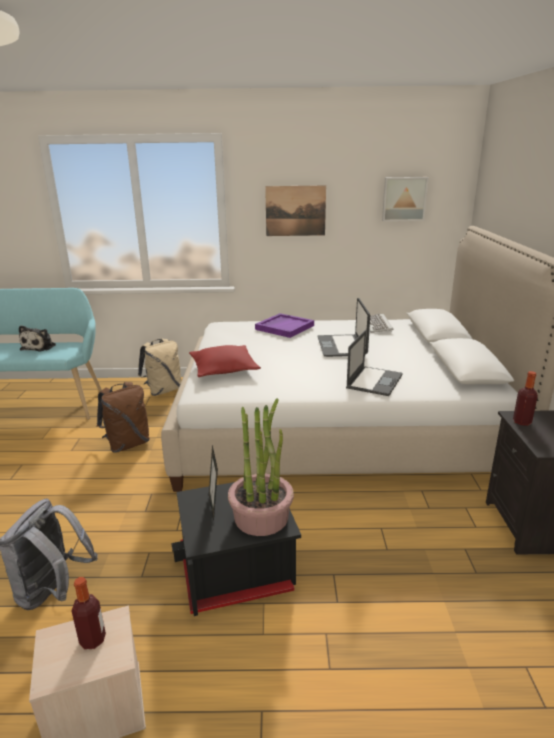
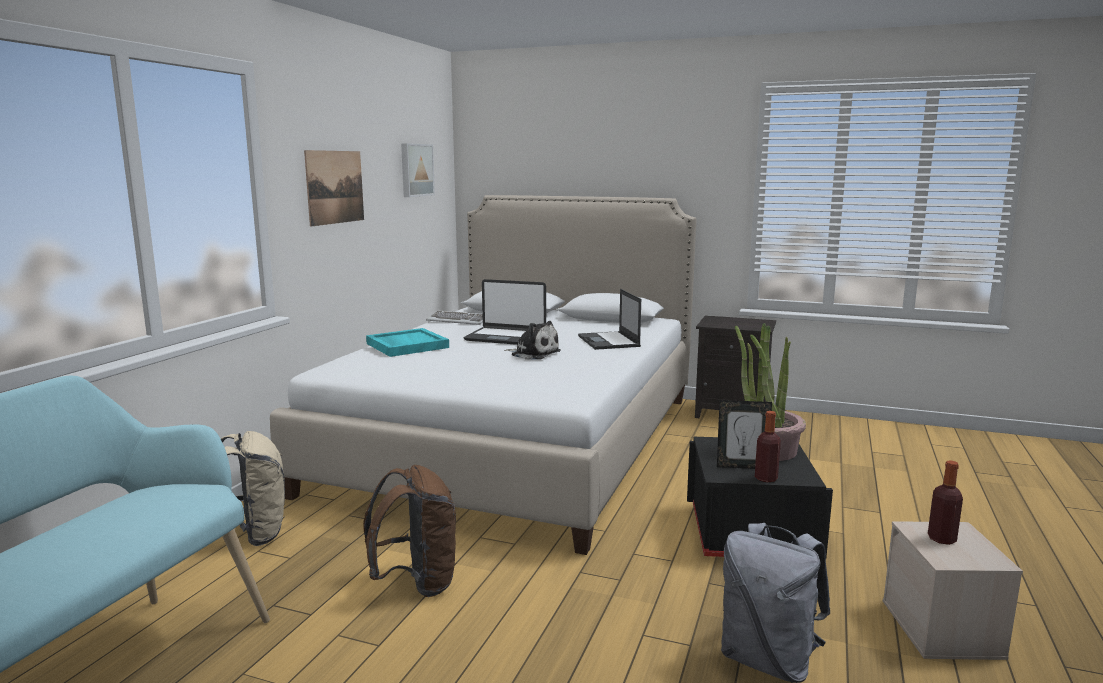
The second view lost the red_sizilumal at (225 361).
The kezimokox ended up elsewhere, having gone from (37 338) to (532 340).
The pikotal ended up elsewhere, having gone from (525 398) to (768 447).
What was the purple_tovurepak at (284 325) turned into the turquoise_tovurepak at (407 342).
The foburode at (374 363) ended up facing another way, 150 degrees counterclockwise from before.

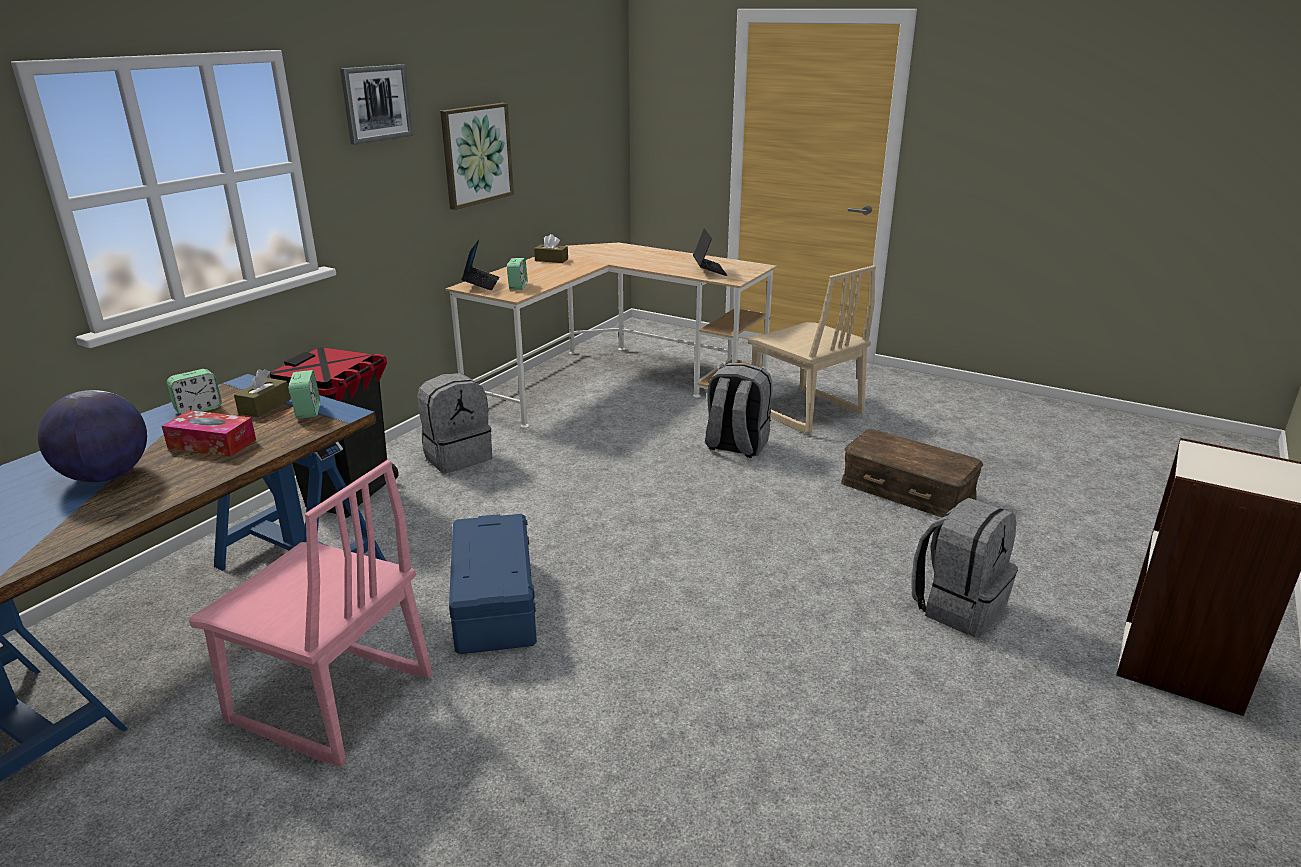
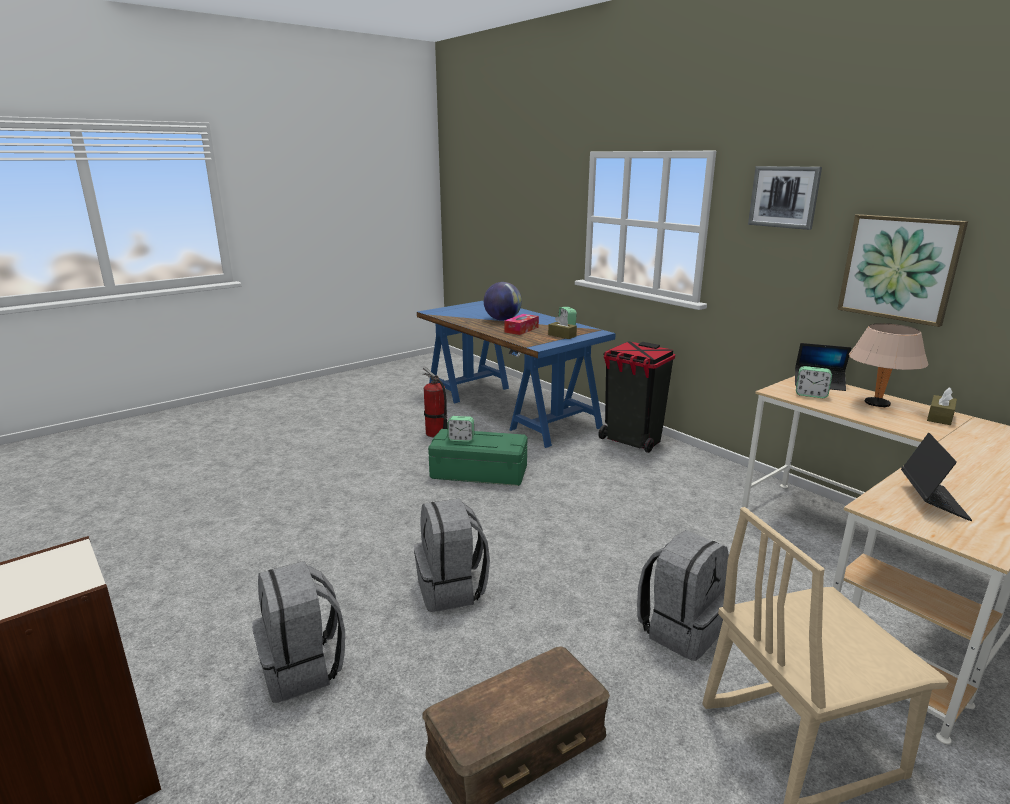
The second view gained the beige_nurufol at (888 365).
The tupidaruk ended up elsewhere, having gone from (304 394) to (460 429).
The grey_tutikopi ended up elsewhere, having gone from (454 423) to (452 555).
Where the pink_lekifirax stood at (310 613), the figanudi came to stand at (435 402).
What was the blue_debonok at (493 584) turned into the green_debonok at (477 457).
The foburode at (710 252) ended up facing another way, 90 degrees counterclockwise from before.

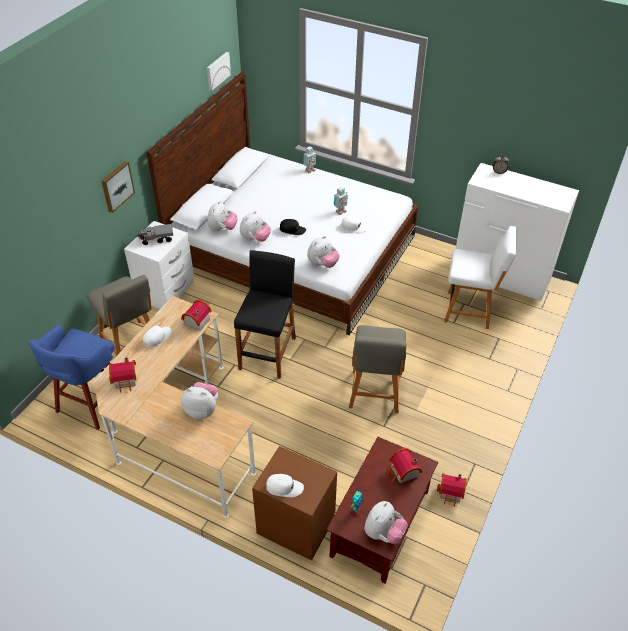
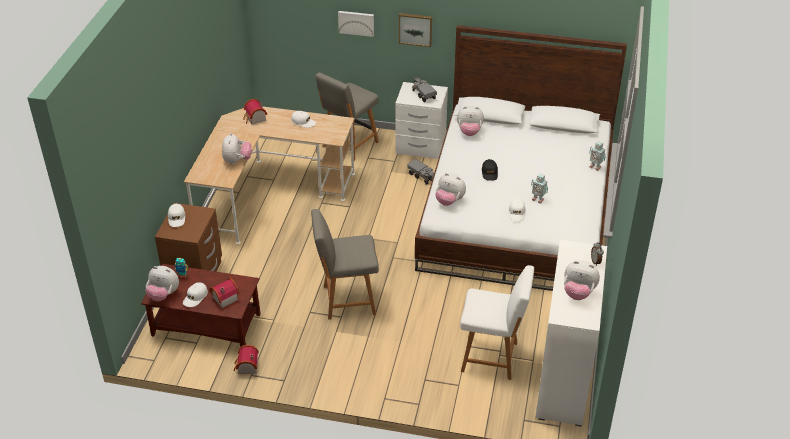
The second view lost the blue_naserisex at (72 377).
The second view lost the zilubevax at (196 315).
The second view lost the black_naserisex at (265 314).
The second view gained the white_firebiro at (195 294).
The second view gained the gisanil at (420 172).
The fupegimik ended up elsewhere, having gone from (219 71) to (356 24).
The kezimokox ended up elsewhere, having gone from (255 226) to (582 280).
The white_lekifirax at (480 277) ended up facing another way, 75 degrees counterclockwise from before.

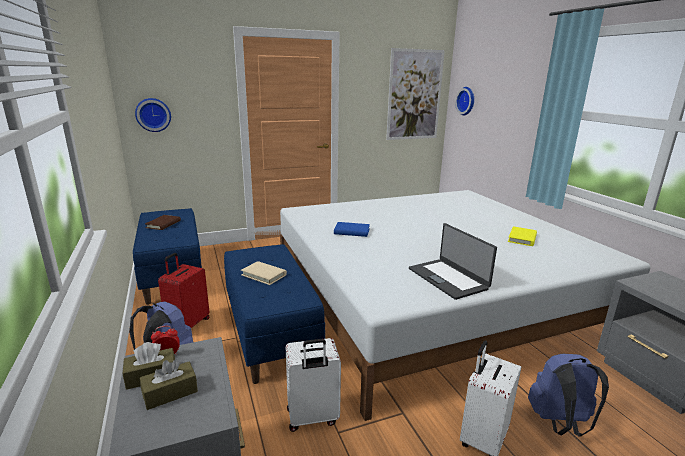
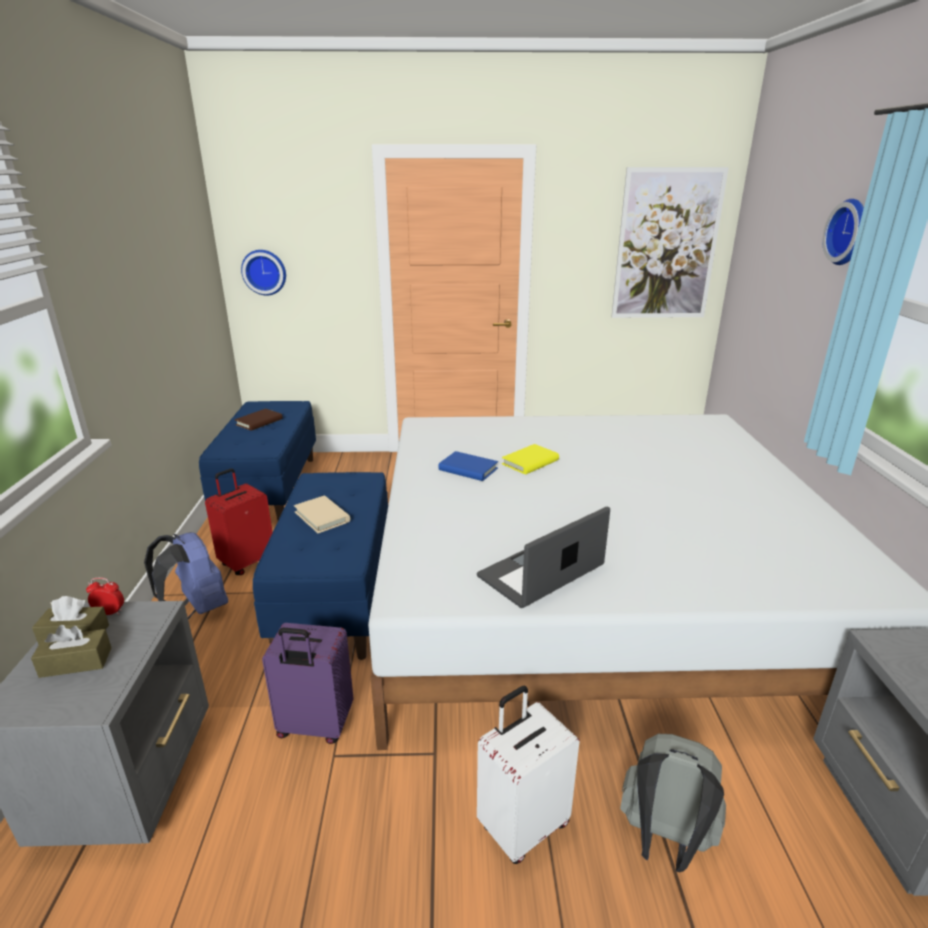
The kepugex ended up elsewhere, having gone from (464 101) to (843 232).
The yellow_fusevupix ended up elsewhere, having gone from (522 236) to (530 459).
What was the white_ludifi at (313 385) turned into the purple_ludifi at (308 683).
What was the blue_tutikopi at (568 395) turned into the grey_tutikopi at (673 803).
The foburode at (453 261) ended up facing another way, 60 degrees clockwise from before.

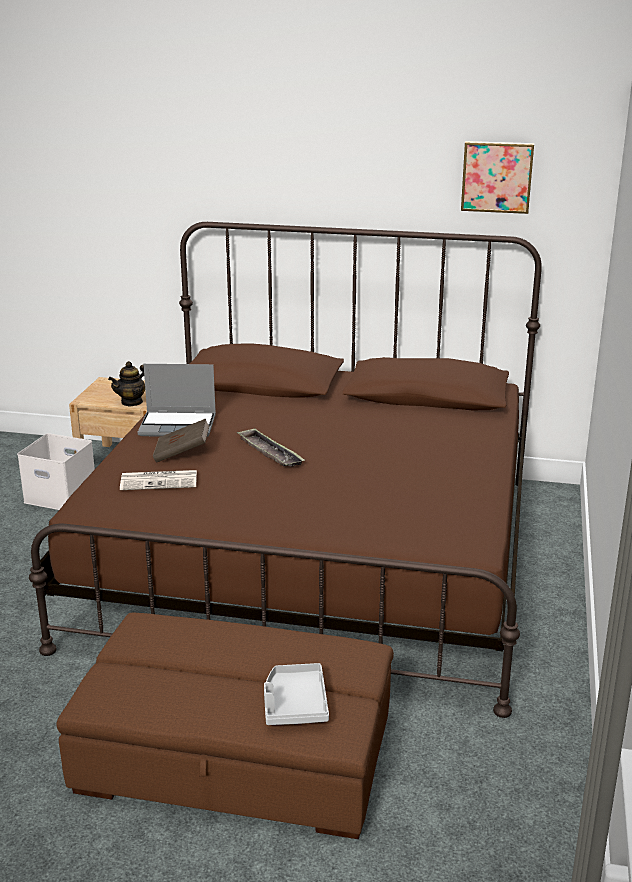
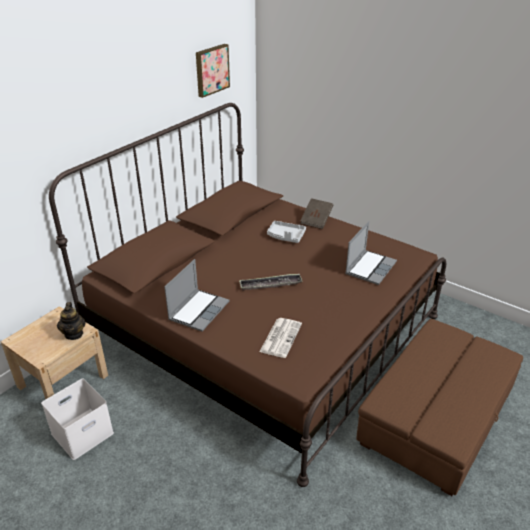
The second view gained the foburode at (371 253).
The brown_fusevupix ended up elsewhere, having gone from (181 440) to (316 213).
The grey_tovurepak ended up elsewhere, having gone from (296 694) to (286 232).

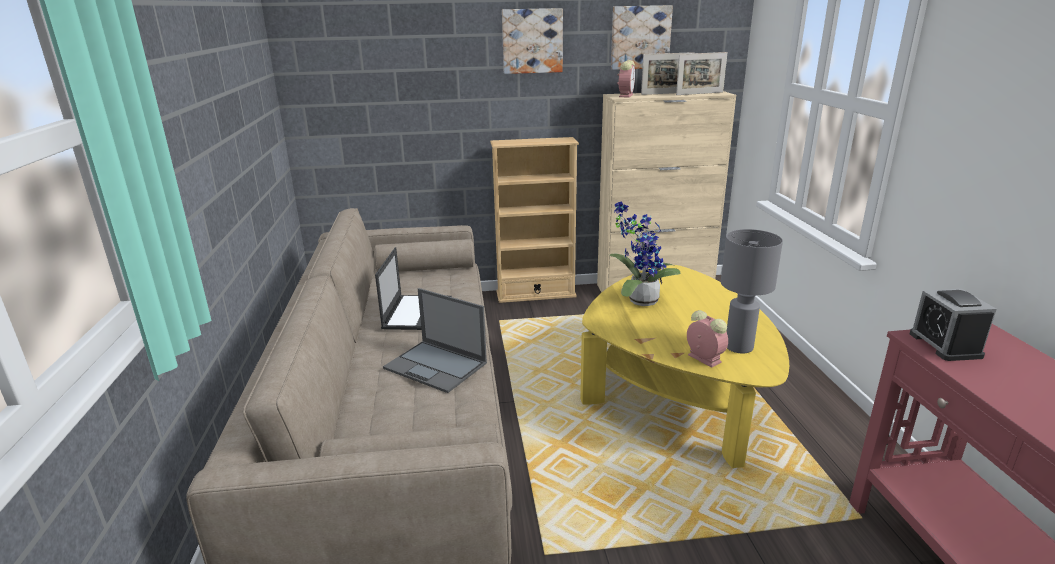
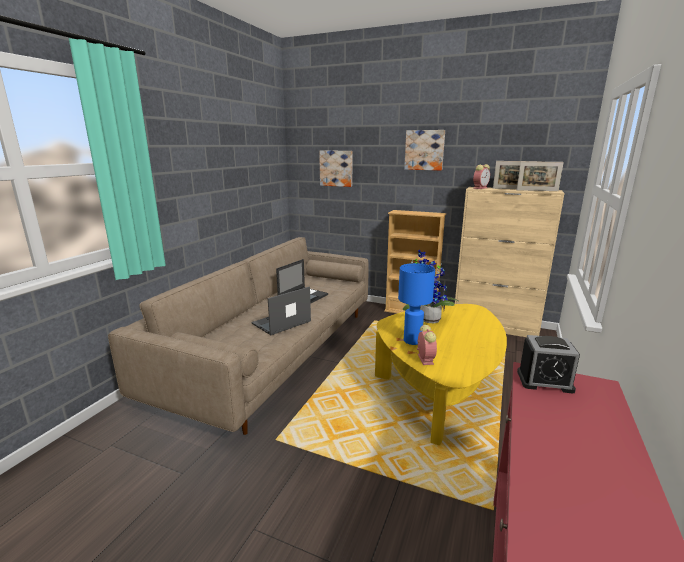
The second view lost the grey_nurufol at (752 291).
The second view gained the blue_nurufol at (416 304).
The fupegimik ended up elsewhere, having gone from (642 37) to (336 169).
The foburode at (435 340) ended up facing another way, 75 degrees clockwise from before.
The tupidaruk at (953 325) ended up facing another way, 105 degrees counterclockwise from before.

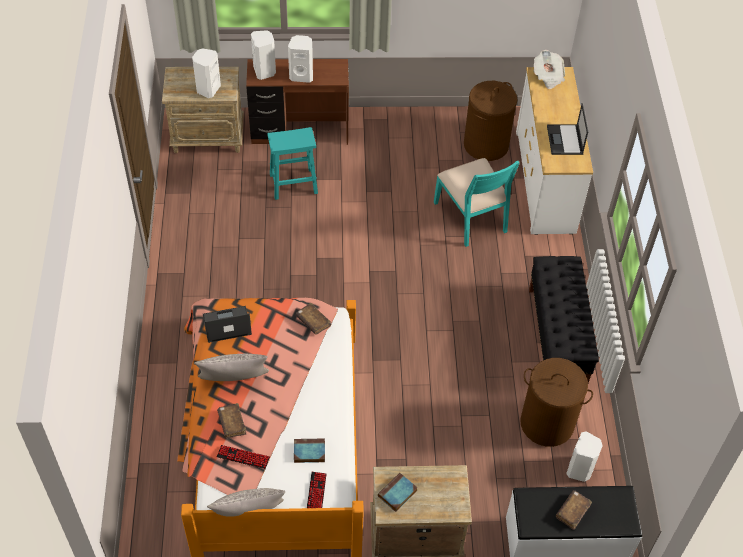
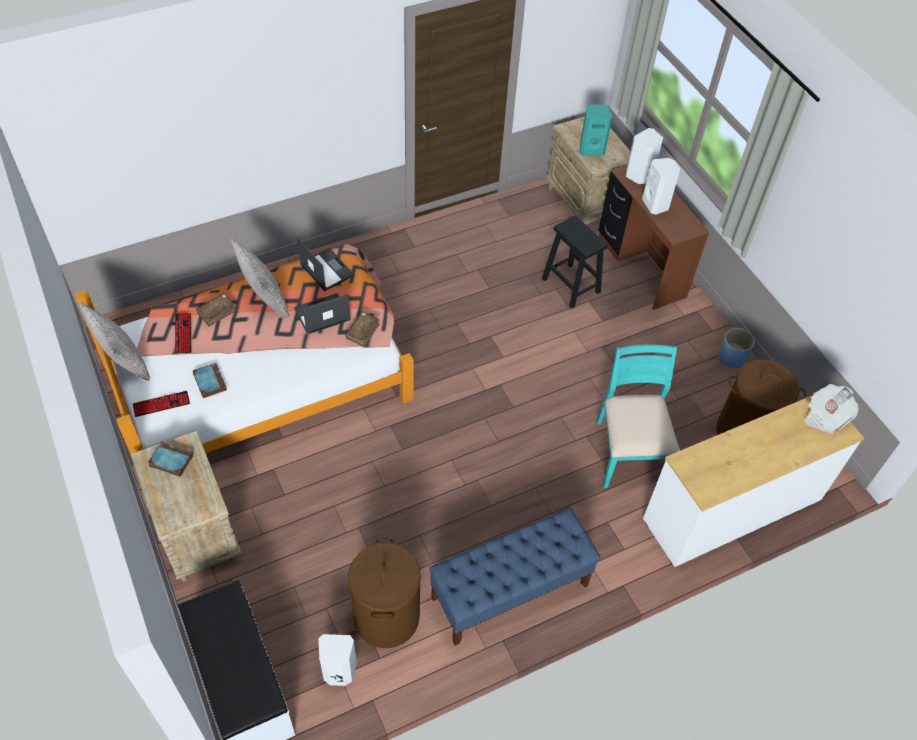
The second view lost the brown_fusevupix at (574 510).
The second view gained the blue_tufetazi at (737 348).
The foburode ended up elsewhere, having gone from (567 129) to (322 314).
What was the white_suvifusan at (206 73) turned into the turquoise_suvifusan at (596 130).
What was the turquoise_naserisex at (293 163) turned into the black_naserisex at (575 262).
What was the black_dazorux at (564 319) turned into the blue_dazorux at (515 577).
The turquoise_lekifirax at (476 202) ended up facing another way, 135 degrees clockwise from before.

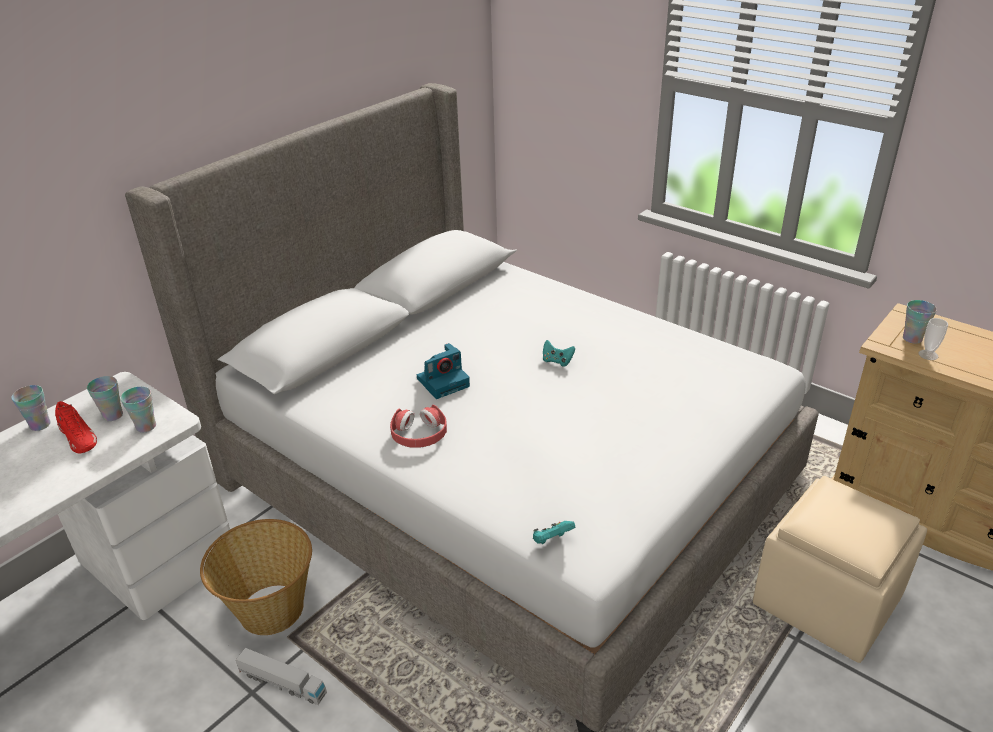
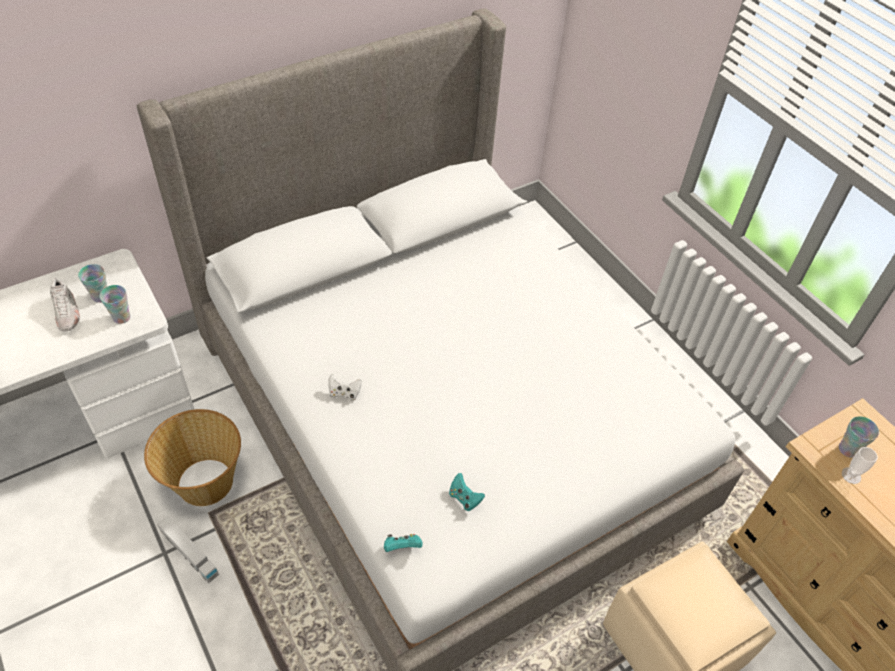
The second view lost the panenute at (31 408).
The second view lost the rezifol at (443 371).
The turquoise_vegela ended up elsewhere, having gone from (559 353) to (467 492).
Where the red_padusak stood at (418 426), the white_vegela came to stand at (345 387).
What was the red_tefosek at (76 427) turned into the white_tefosek at (65 305).

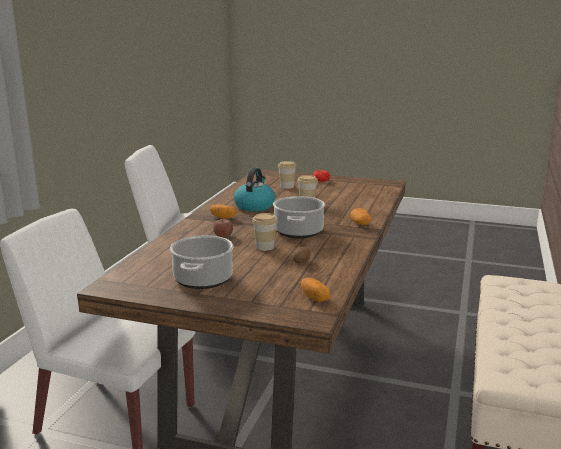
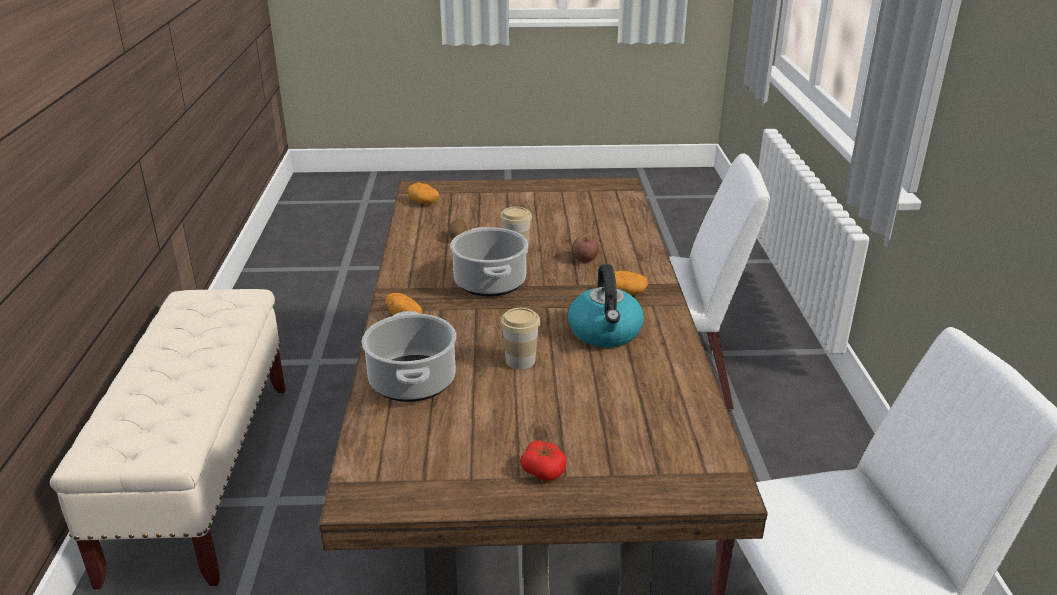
The second view lost the panenute at (287 175).
The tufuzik ended up elsewhere, having gone from (202 262) to (409 356).

